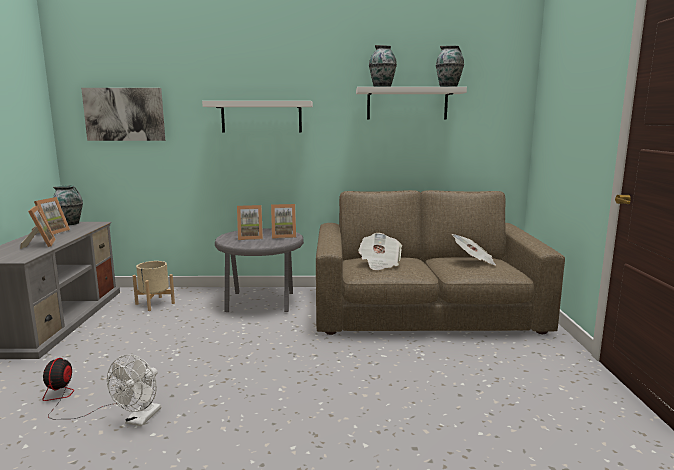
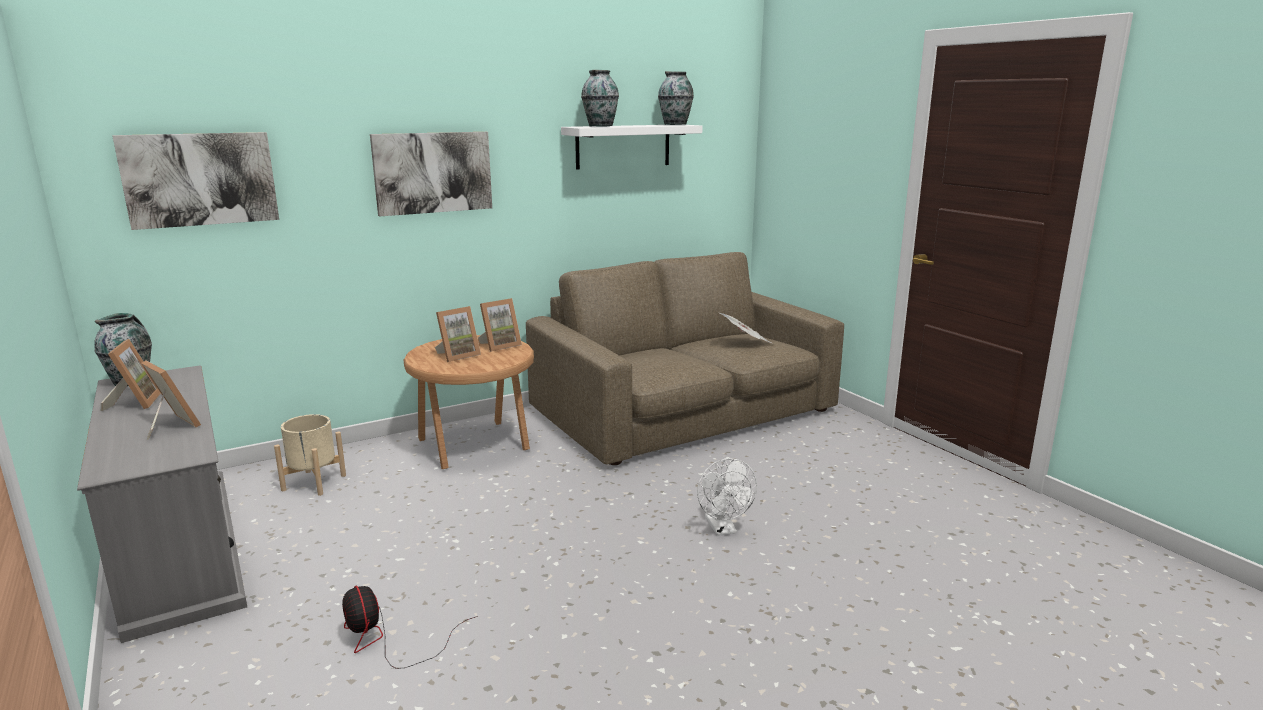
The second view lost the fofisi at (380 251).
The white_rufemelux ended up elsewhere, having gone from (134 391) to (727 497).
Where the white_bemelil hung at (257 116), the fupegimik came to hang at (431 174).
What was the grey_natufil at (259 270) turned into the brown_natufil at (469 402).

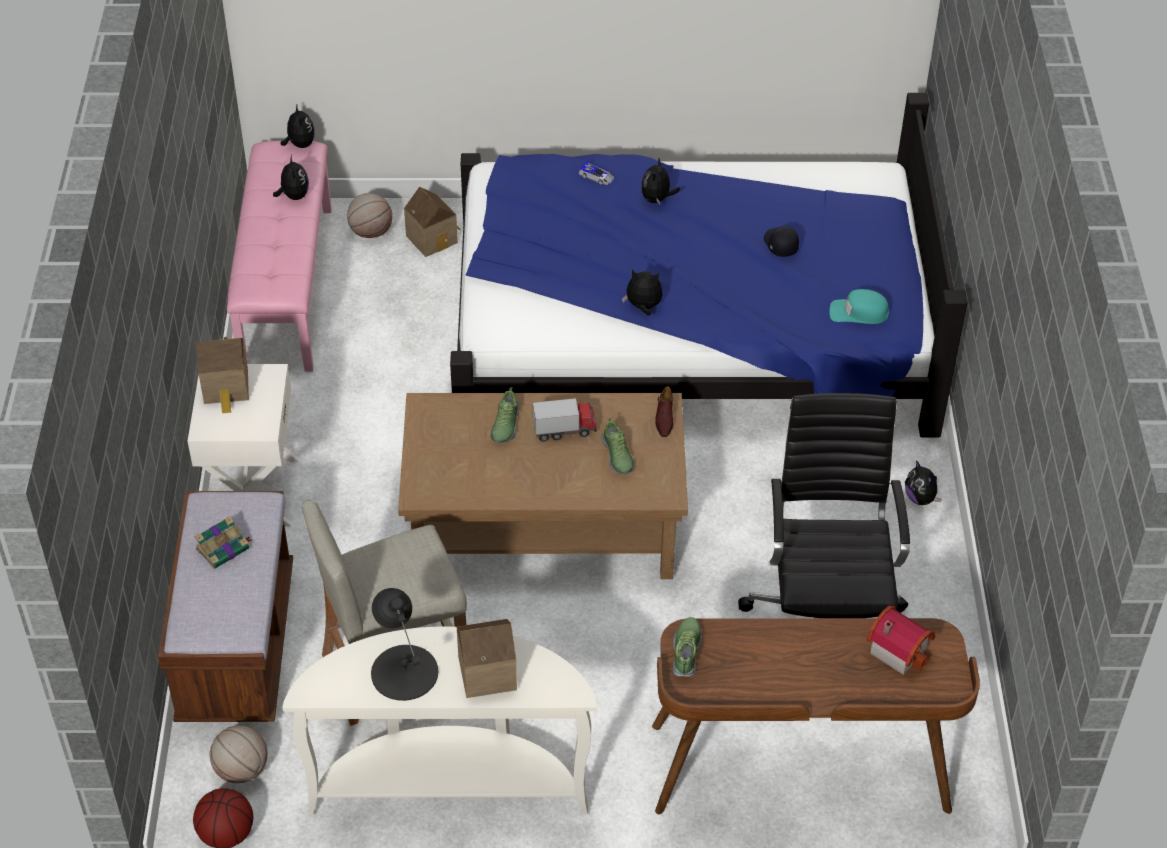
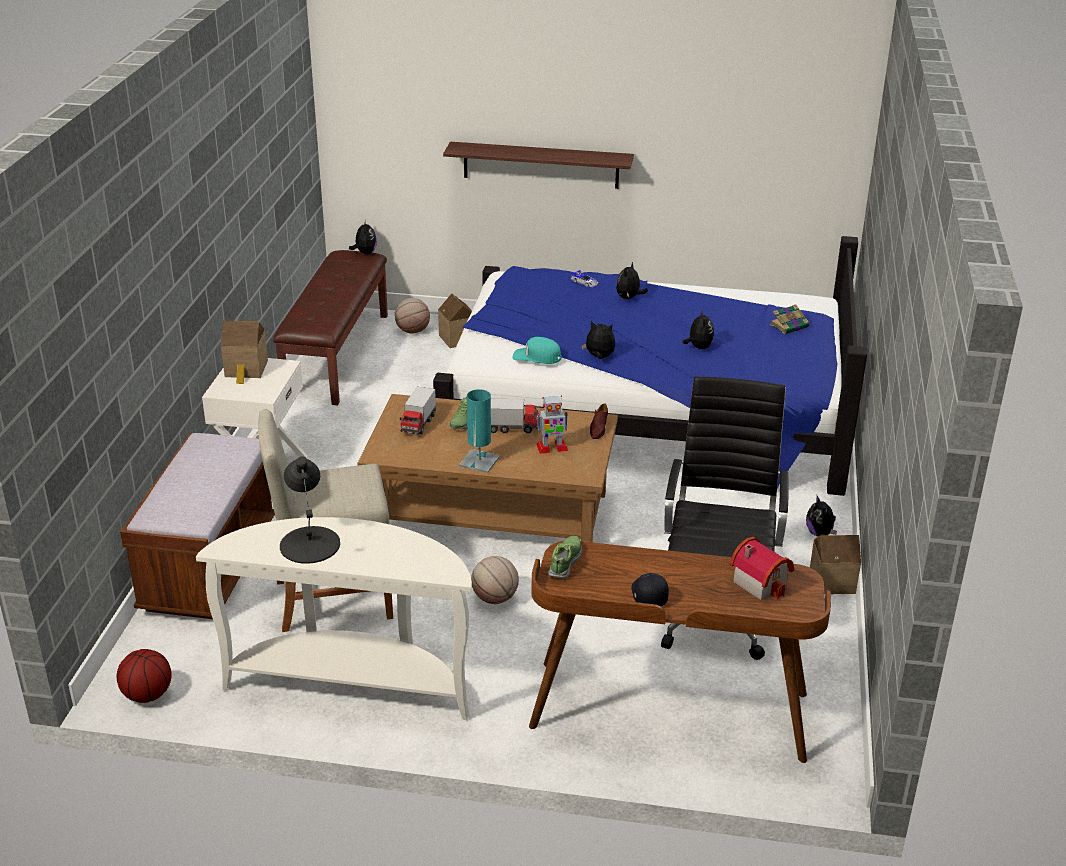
The second view gained the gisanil at (418 411).
The second view gained the bemelil at (538 165).
The second view gained the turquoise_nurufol at (479 431).
The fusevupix ended up elsewhere, having gone from (224 542) to (789 319).
The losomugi ended up elsewhere, having gone from (239 754) to (495 580).
The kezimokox ended up elsewhere, having gone from (291 177) to (698 329).
The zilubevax ended up elsewhere, having gone from (487 658) to (835 564).
The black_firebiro ended up elsewhere, having gone from (781 241) to (650 589).
The turquoise_firebiro ended up elsewhere, having gone from (859 306) to (537 350).
Where the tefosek stood at (617 446), the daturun came to stand at (552 424).
What was the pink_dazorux at (279 256) turned into the brown_dazorux at (330 327).

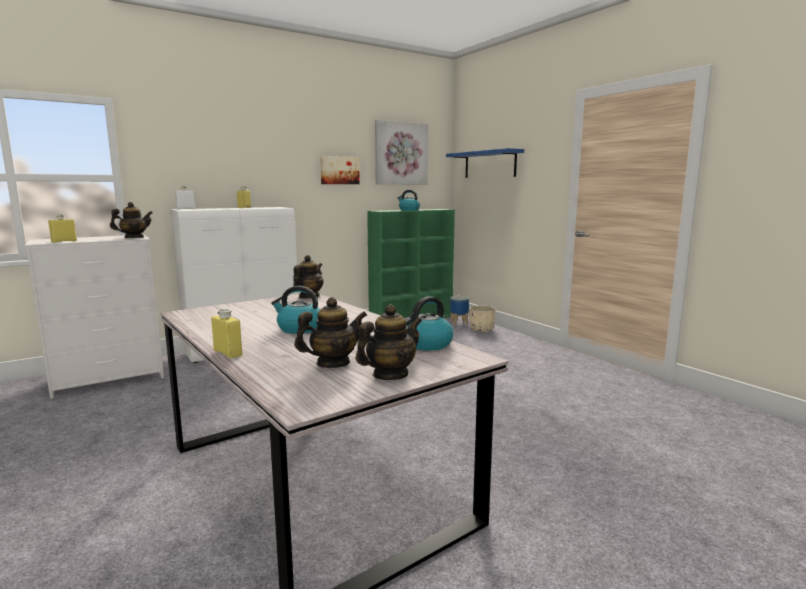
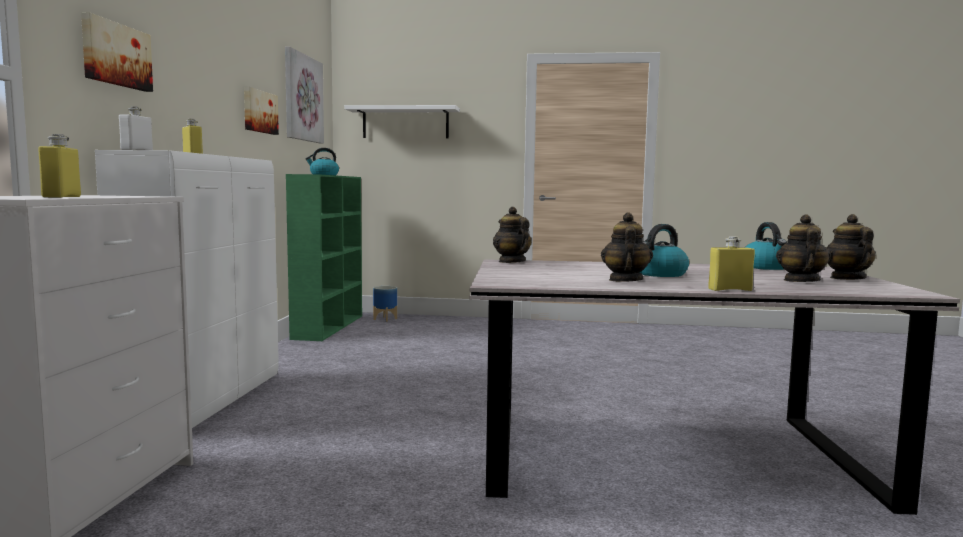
The second view lost the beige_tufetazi at (482 318).
The second view gained the fupegimik at (117 52).
The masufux ended up elsewhere, having gone from (131 220) to (627 247).
What was the blue_bemelil at (485 163) turned into the white_bemelil at (402 121).

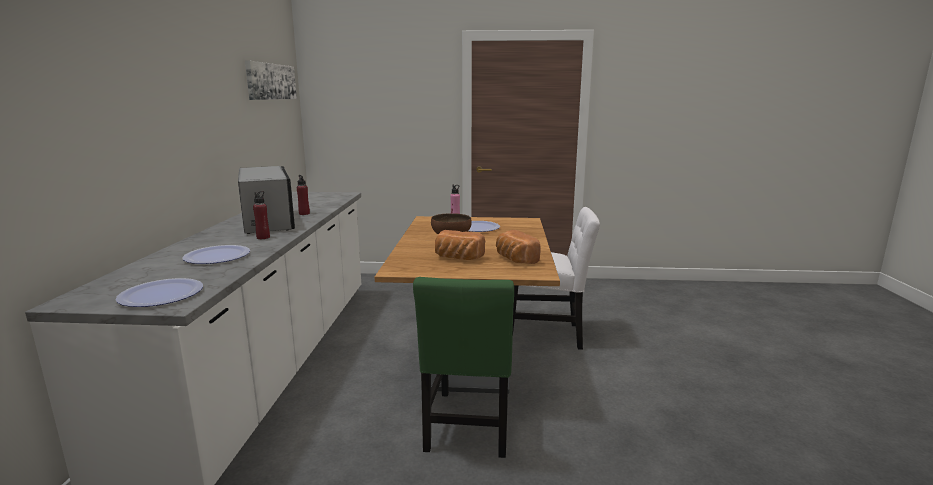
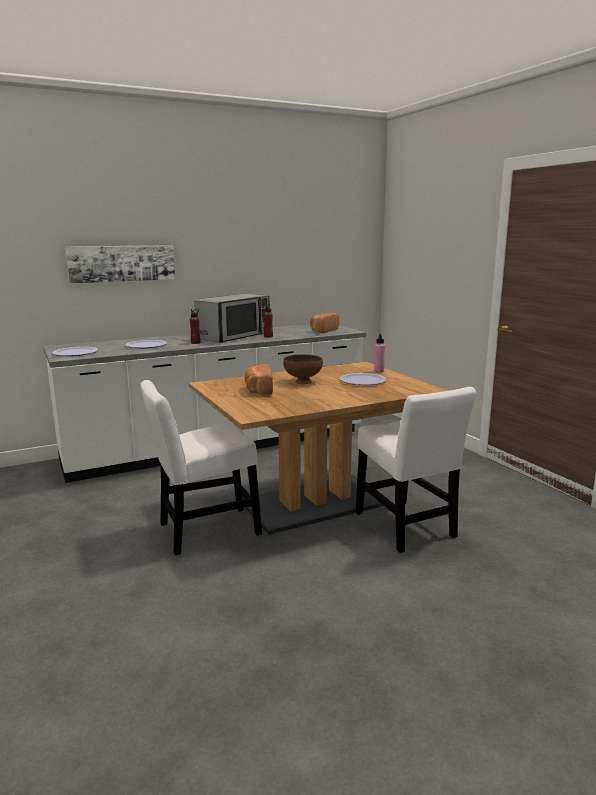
The fupegimik ended up elsewhere, having gone from (271 80) to (120 264).
The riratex ended up elsewhere, having gone from (518 247) to (324 323).
What was the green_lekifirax at (463 367) turned into the white_lekifirax at (201 468).

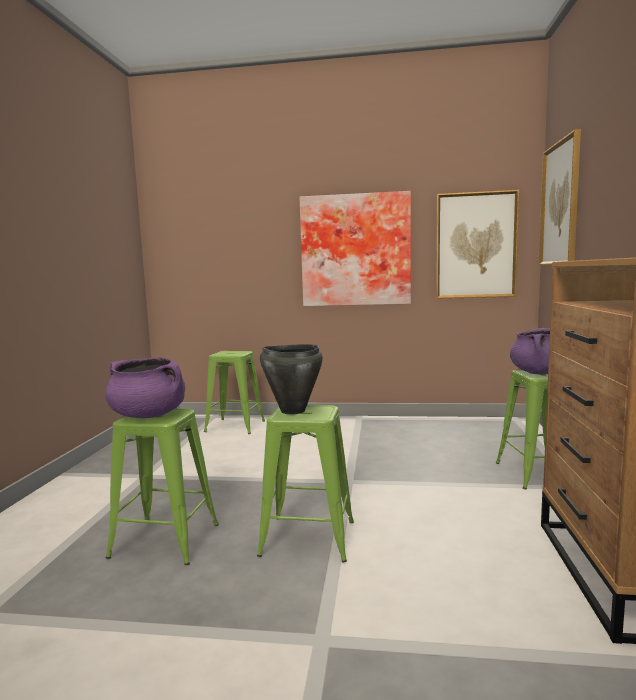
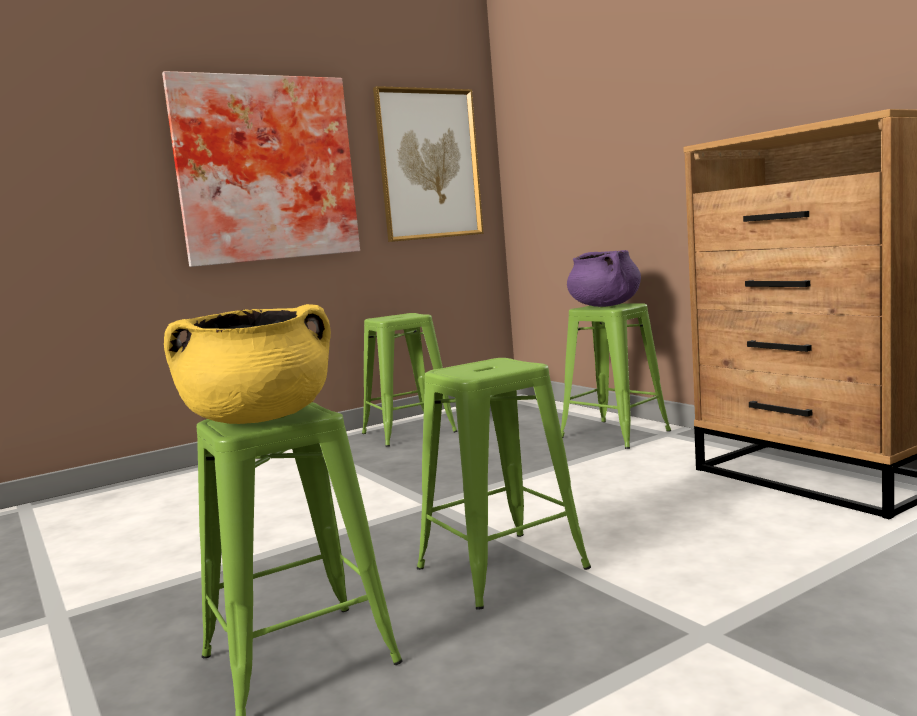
The second view lost the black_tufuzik at (291 379).
The second view lost the fupegimik at (560 197).
The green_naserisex ended up elsewhere, having gone from (234 392) to (410 380).
What was the purple_tufuzik at (145 387) turned into the yellow_tufuzik at (247 364).

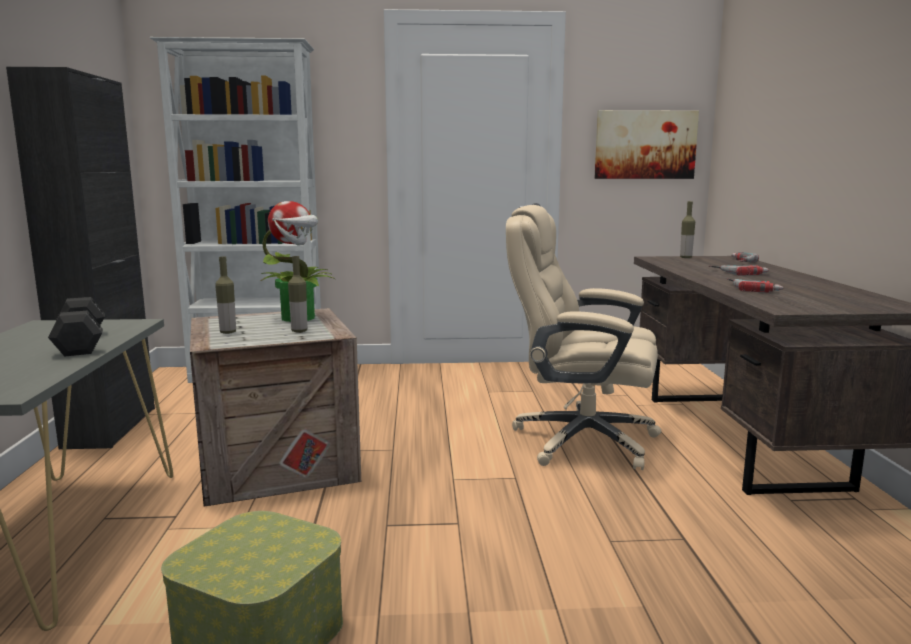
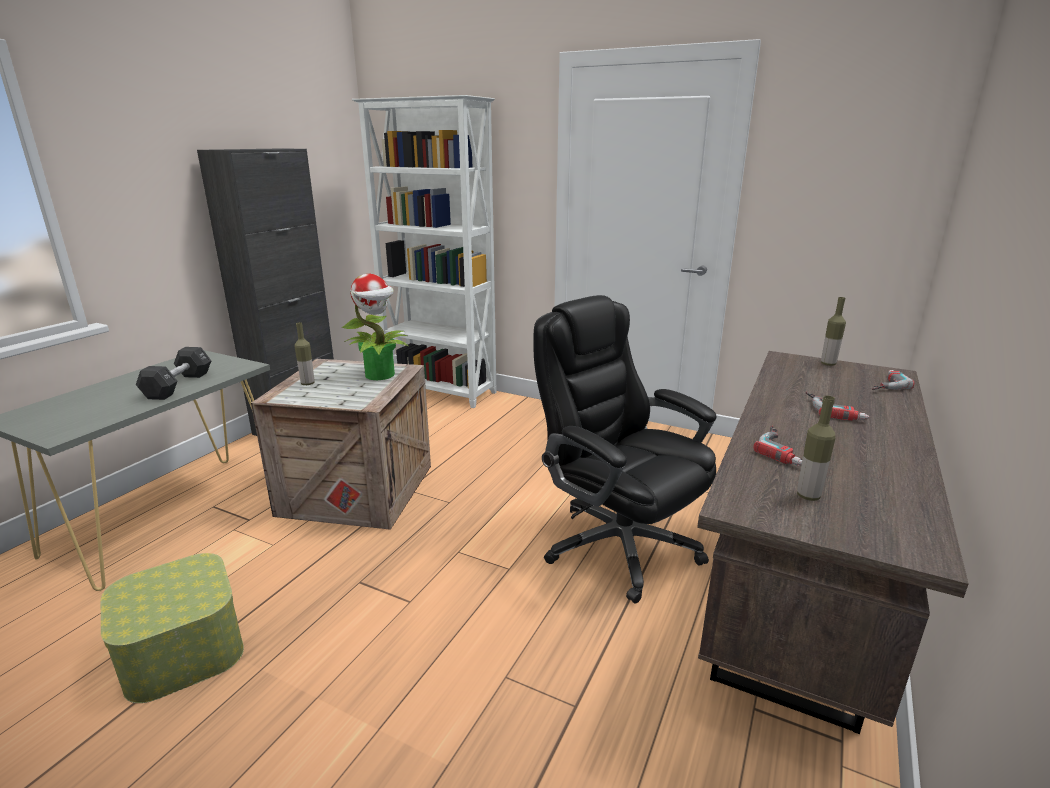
The second view lost the fupegimik at (646 144).
The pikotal ended up elsewhere, having gone from (297 294) to (816 448).
What was the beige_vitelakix at (583 337) turned into the black_vitelakix at (625 449).

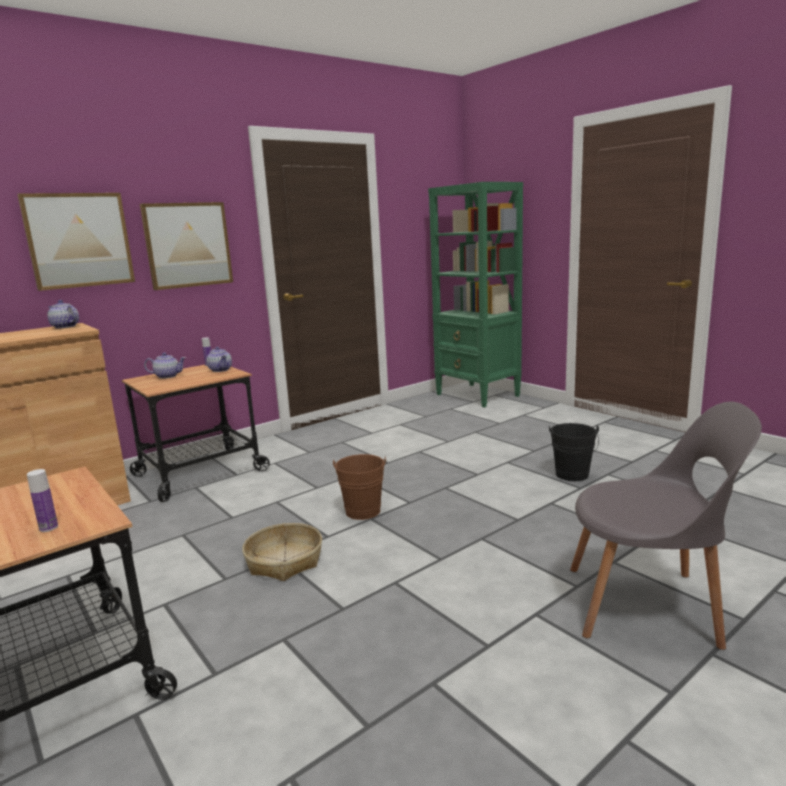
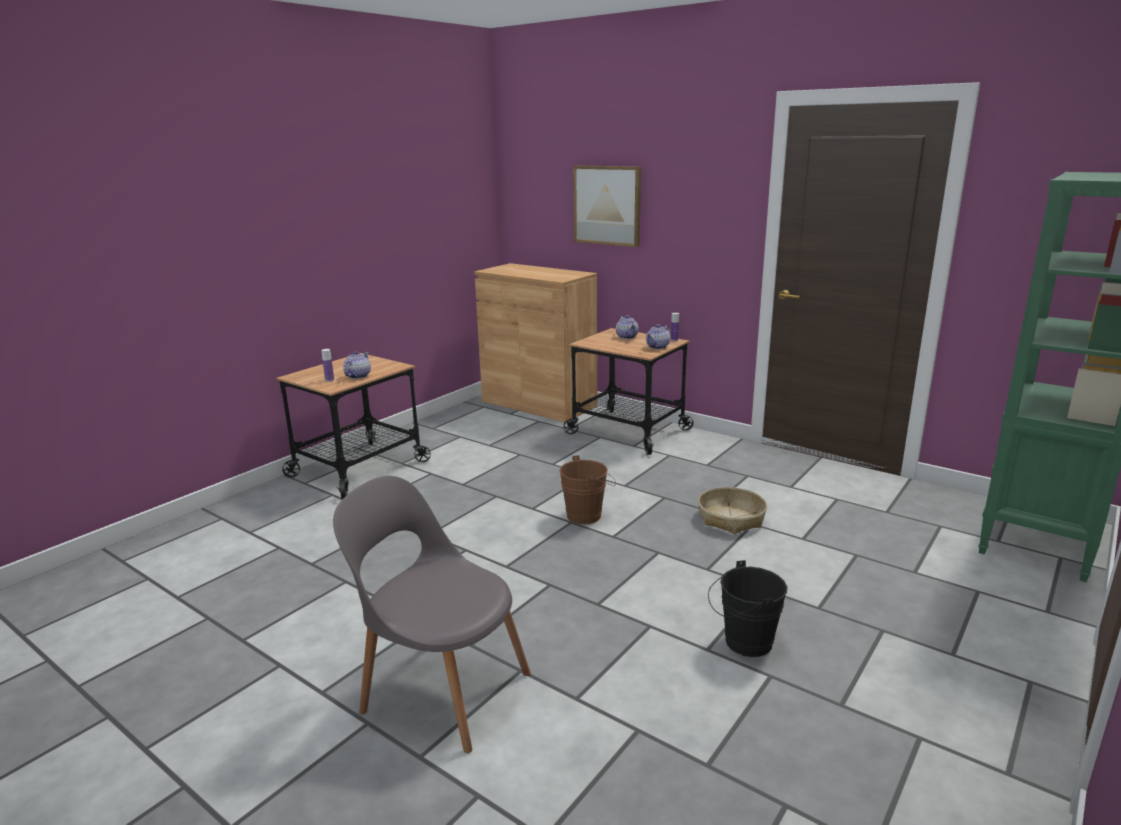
The second view lost the fupegimik at (186 246).
The masufux ended up elsewhere, having gone from (63 314) to (357 365).
The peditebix ended up elsewhere, having gone from (282 552) to (732 510).
The grey_lekifirax at (666 526) ended up facing another way, 120 degrees clockwise from before.

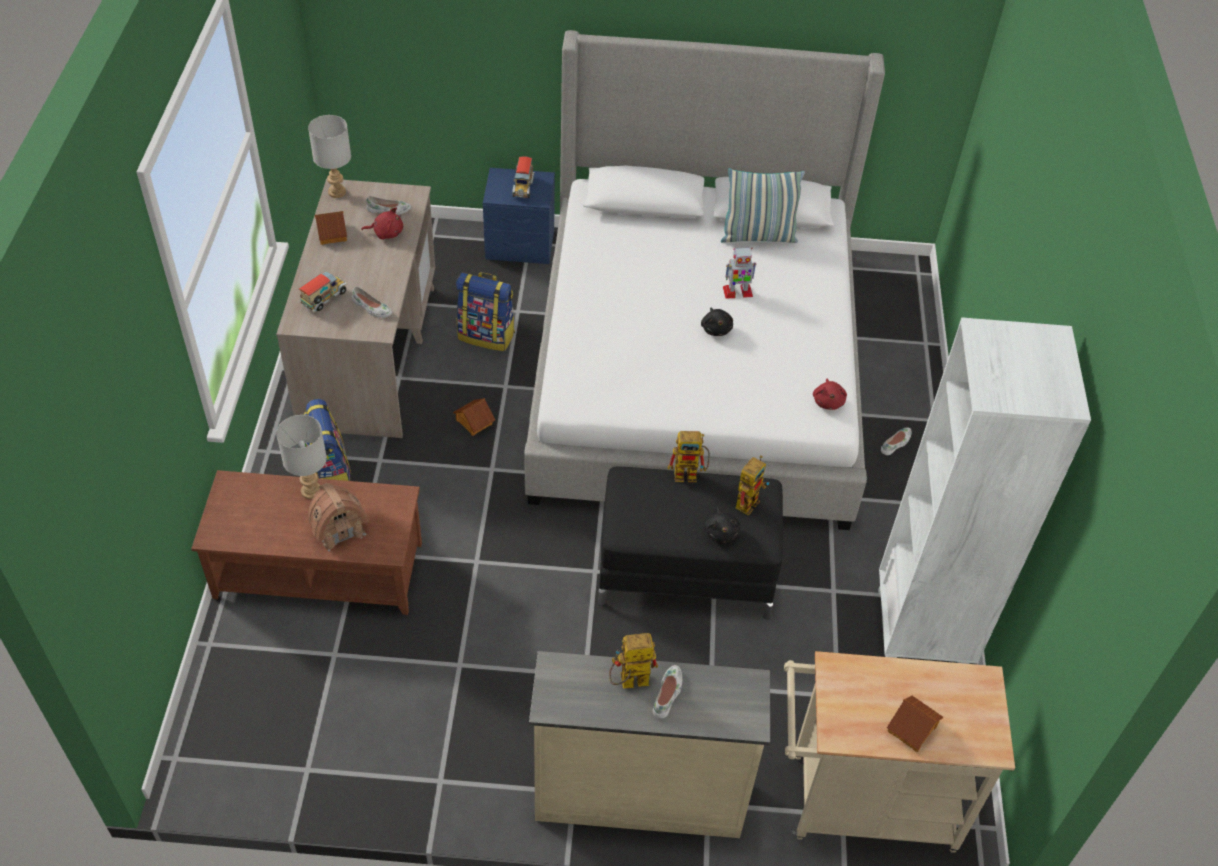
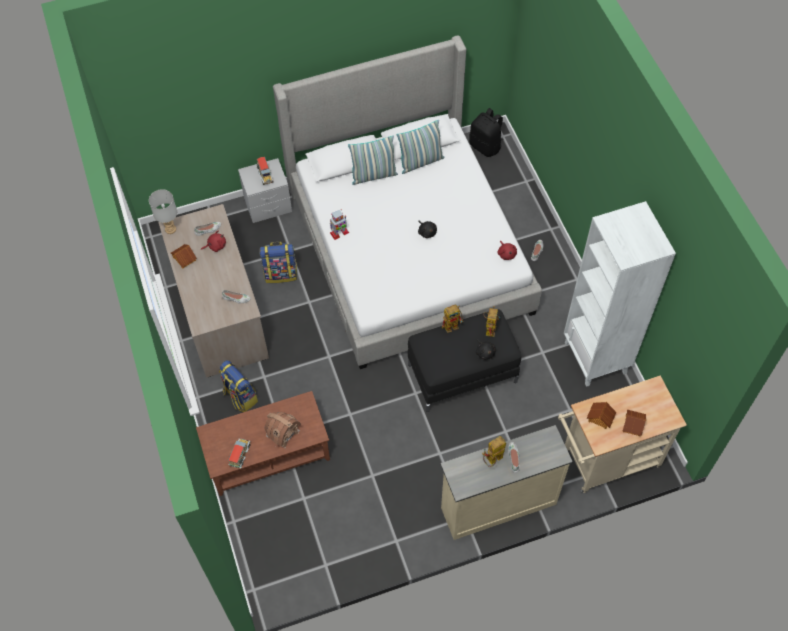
The second view lost the grey_nurufol at (301 457).
The second view gained the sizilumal at (373 160).
The second view gained the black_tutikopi at (486 132).
The gisanil ended up elsewhere, having gone from (323 291) to (239 453).
The zilubevax ended up elsewhere, having gone from (474 417) to (601 415).
The daturun ended up elsewhere, having gone from (739 273) to (339 224).
What was the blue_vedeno at (519 216) turned into the grey_vedeno at (265 190).

